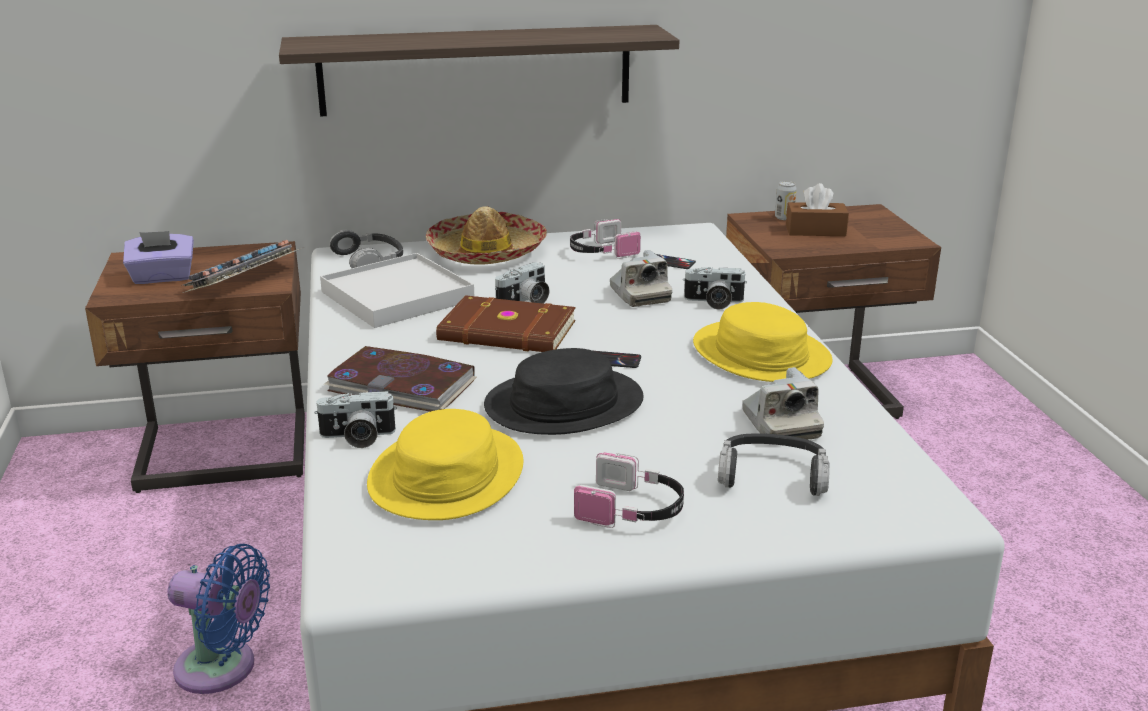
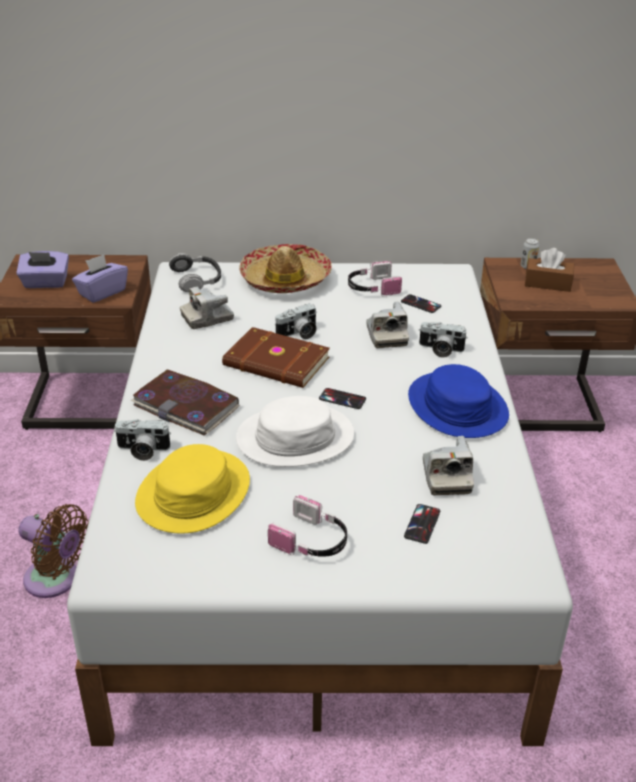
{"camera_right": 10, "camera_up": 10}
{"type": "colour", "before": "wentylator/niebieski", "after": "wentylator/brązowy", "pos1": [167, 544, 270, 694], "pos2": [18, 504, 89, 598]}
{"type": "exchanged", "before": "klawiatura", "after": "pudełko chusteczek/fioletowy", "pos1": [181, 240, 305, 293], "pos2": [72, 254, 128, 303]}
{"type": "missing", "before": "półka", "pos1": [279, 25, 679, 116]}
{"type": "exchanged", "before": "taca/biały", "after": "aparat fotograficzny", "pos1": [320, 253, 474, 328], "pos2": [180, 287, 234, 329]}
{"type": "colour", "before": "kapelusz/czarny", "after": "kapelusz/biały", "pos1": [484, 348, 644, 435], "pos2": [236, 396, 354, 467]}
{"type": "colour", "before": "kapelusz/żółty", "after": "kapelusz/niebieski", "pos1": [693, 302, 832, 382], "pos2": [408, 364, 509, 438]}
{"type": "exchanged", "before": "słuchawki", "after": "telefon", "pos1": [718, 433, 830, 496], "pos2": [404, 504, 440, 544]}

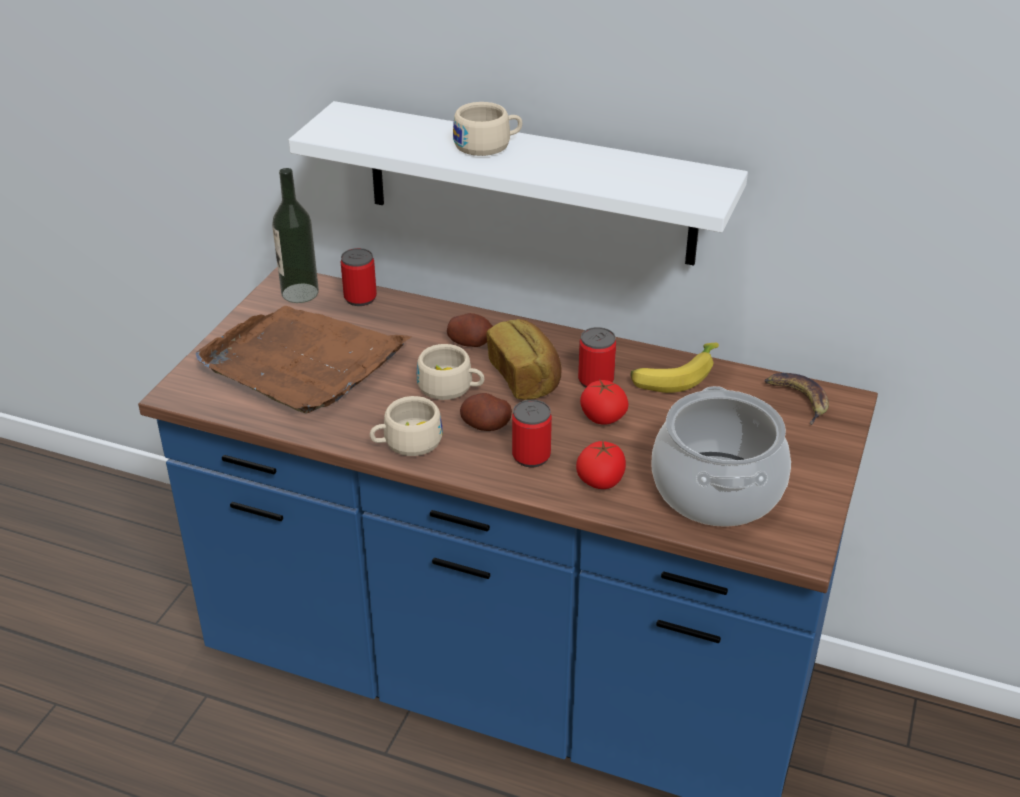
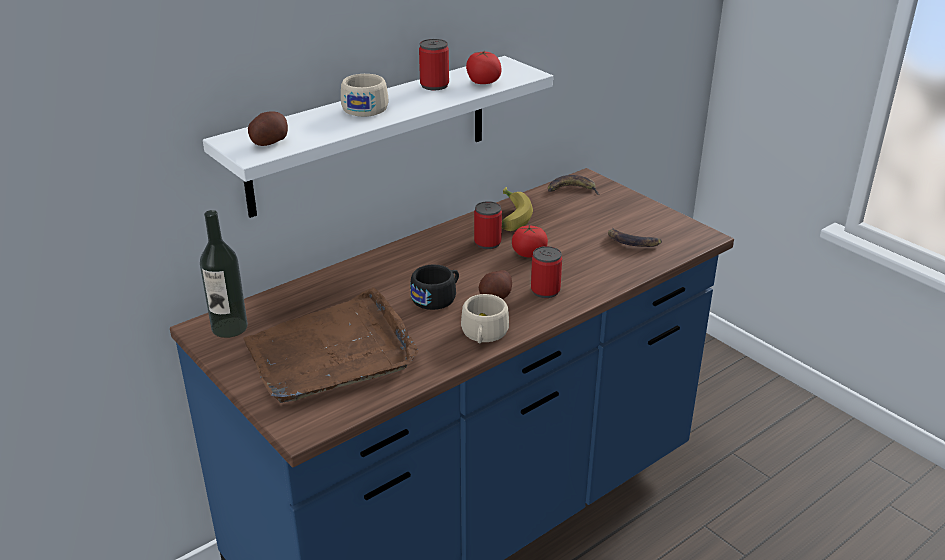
{"camera_right": -60, "camera_up": -5}
{"type": "relocated", "before": "puszka", "pos1": [341, 248, 377, 306], "pos2": [419, 39, 449, 90]}
{"type": "colour", "before": "filiżanka/beżowy", "after": "filiżanka/czarny", "pos1": [417, 344, 484, 400], "pos2": [410, 264, 459, 310]}
{"type": "relocated", "before": "ziemniak", "pos1": [447, 313, 493, 347], "pos2": [248, 111, 288, 146]}
{"type": "missing", "before": "chleb", "pos1": [486, 319, 562, 400]}
{"type": "relocated", "before": "pomidor", "pos1": [576, 440, 626, 489], "pos2": [466, 51, 502, 84]}
{"type": "exchanged", "before": "garnek", "after": "banan", "pos1": [652, 386, 791, 527], "pos2": [608, 228, 662, 247]}

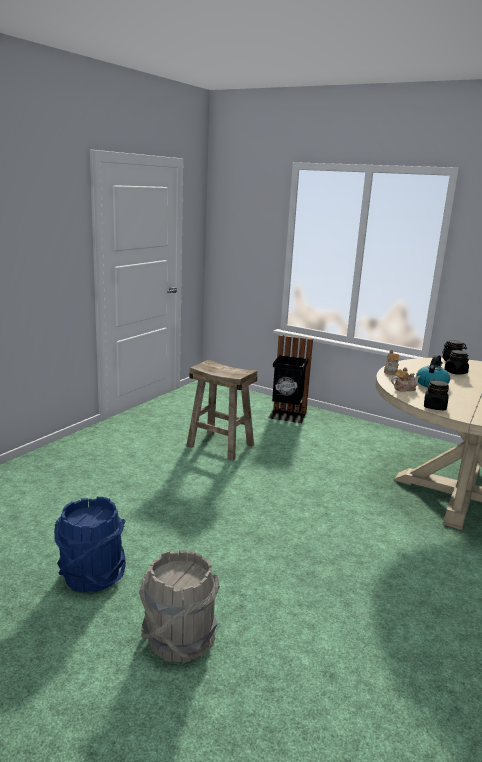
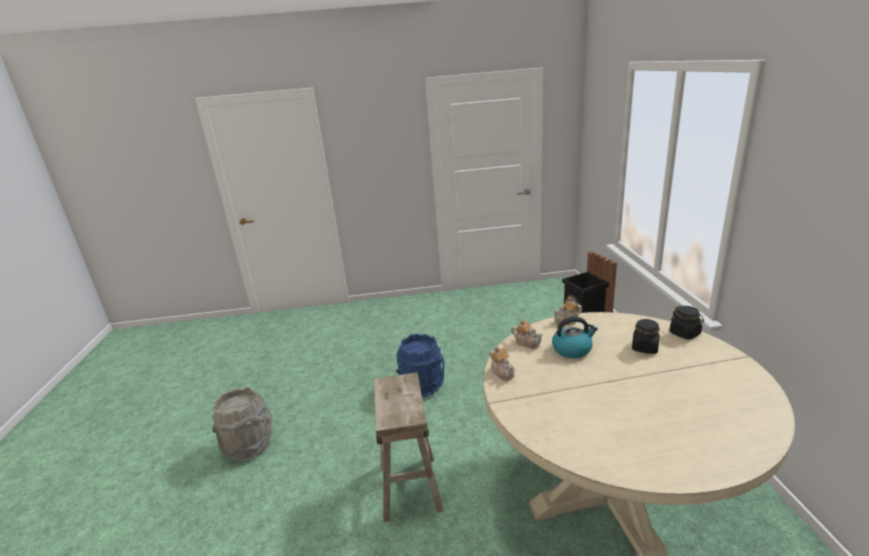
{"camera_right": 55, "camera_up": 5}
{"type": "relocated", "before": "wiadro/niebieski", "pos1": [54, 497, 126, 593], "pos2": [396, 333, 445, 397]}
{"type": "relocated", "before": "stołek/beżowy", "pos1": [186, 360, 257, 461], "pos2": [374, 372, 444, 522]}
{"type": "exchanged", "before": "słoik/czarny", "after": "imbryk", "pos1": [424, 380, 449, 410], "pos2": [490, 346, 515, 381]}

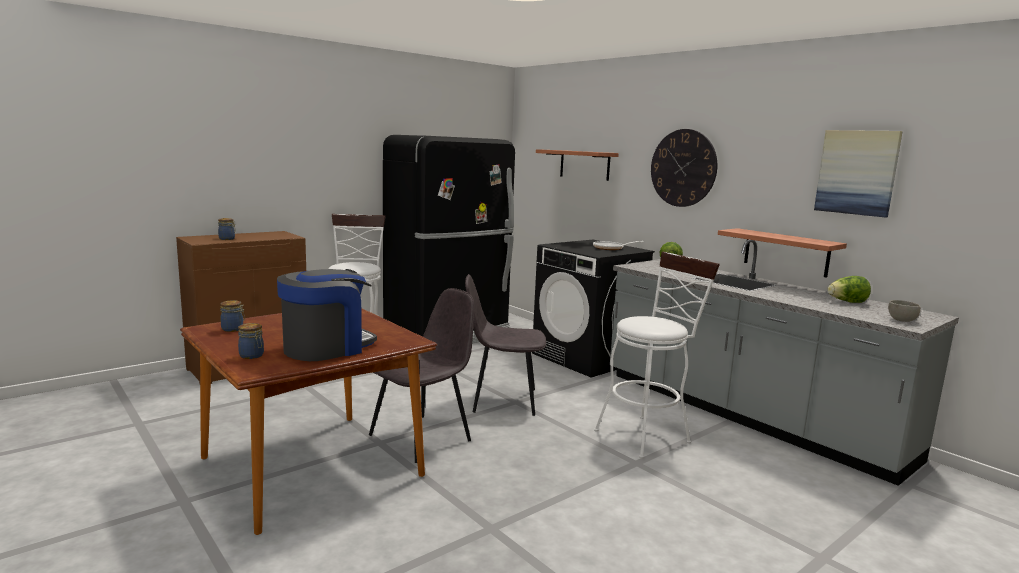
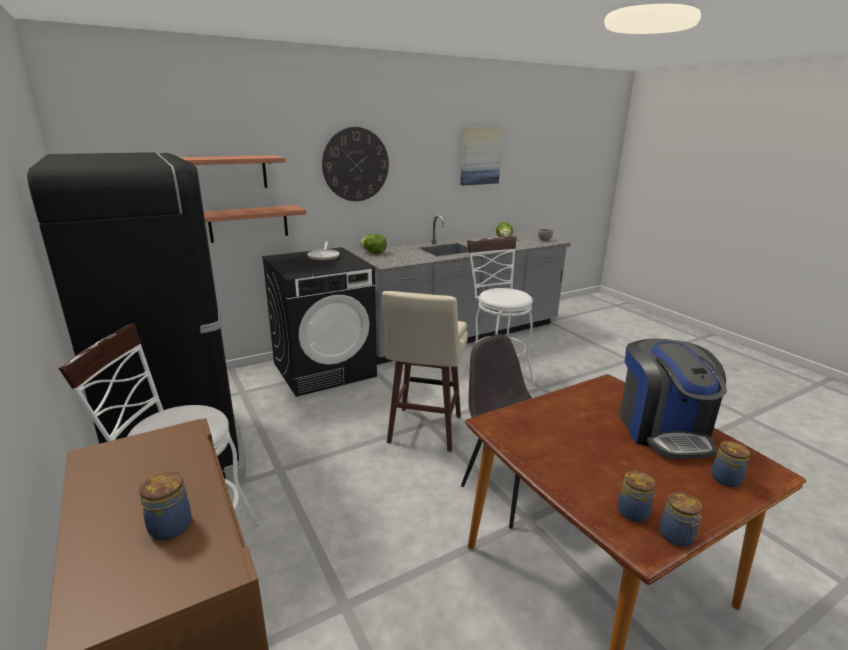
{"camera_right": -80, "camera_up": 10}
{"type": "spun", "before": "ekspres do kawy", "pos1": [277, 269, 377, 361], "pos2": [620, 339, 727, 459], "turn": -150}
{"type": "exchanged", "before": "krzesło/szary", "after": "stołek/beżowy", "pos1": [465, 274, 546, 416], "pos2": [382, 291, 468, 452]}
{"type": "relocated", "before": "półka", "pos1": [718, 228, 847, 278], "pos2": [203, 205, 306, 243]}
{"type": "appeared", "after": "słoik", "pos2": [659, 492, 702, 547]}

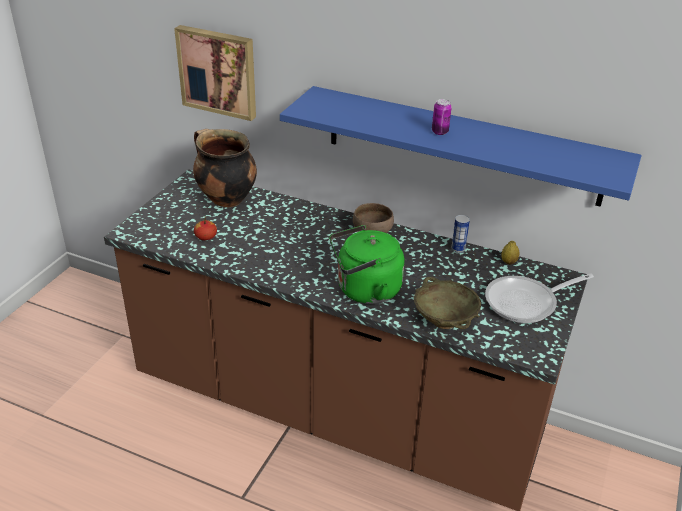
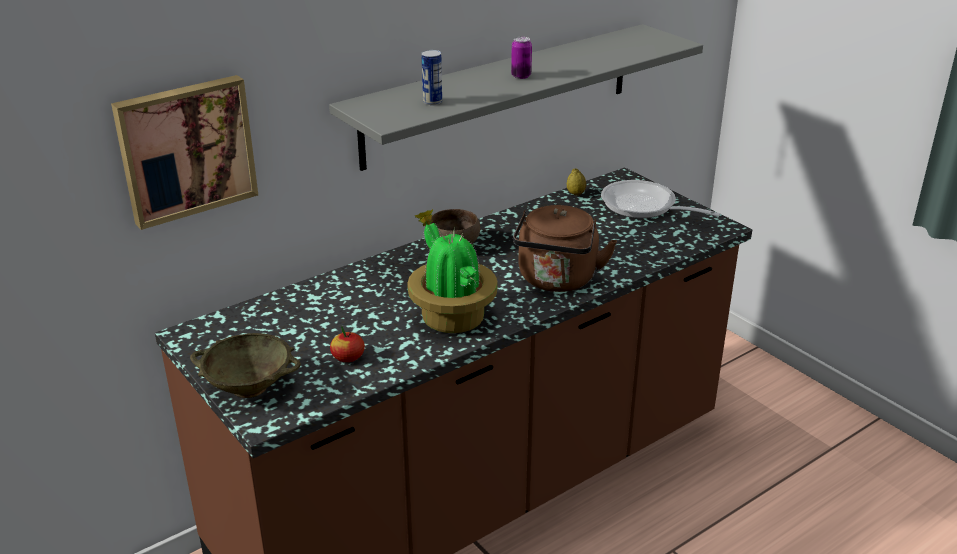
{"camera_right": -60, "camera_up": -5}
{"type": "missing", "before": "garnek", "pos1": [193, 129, 257, 207]}
{"type": "colour", "before": "półka/niebieski", "after": "półka/szary", "pos1": [280, 86, 642, 207], "pos2": [329, 24, 703, 171]}
{"type": "colour", "before": "czajnik/zielony", "after": "czajnik/brązowy", "pos1": [330, 225, 404, 304], "pos2": [513, 205, 617, 292]}
{"type": "relocated", "before": "miska/beżowy", "pos1": [414, 277, 481, 329], "pos2": [190, 333, 301, 398]}
{"type": "relocated", "before": "puszka", "pos1": [451, 215, 470, 253], "pos2": [421, 50, 442, 105]}
{"type": "spun", "before": "patelnia", "pos1": [485, 273, 594, 323], "pos2": [601, 180, 721, 218], "turn": 120}
{"type": "appeared", "after": "roślina doniczkowa", "pos2": [408, 209, 498, 333]}

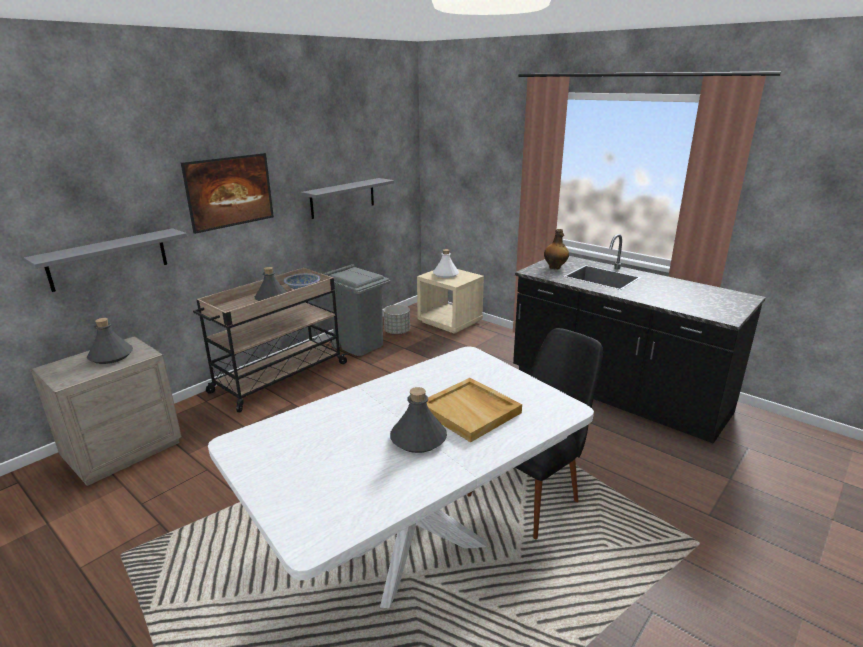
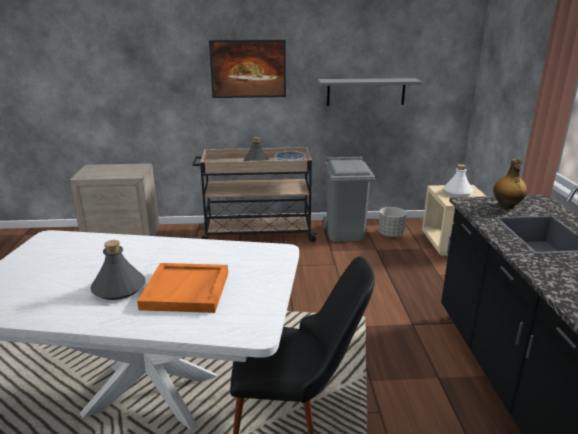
{"camera_right": 45, "camera_up": 0}
{"type": "missing", "before": "półka/szary", "pos1": [23, 228, 187, 292]}
{"type": "missing", "before": "butelka/szary", "pos1": [87, 318, 133, 364]}
{"type": "colour", "before": "taca/beżowy", "after": "taca/pomarańczowy", "pos1": [426, 378, 522, 442], "pos2": [137, 263, 228, 313]}

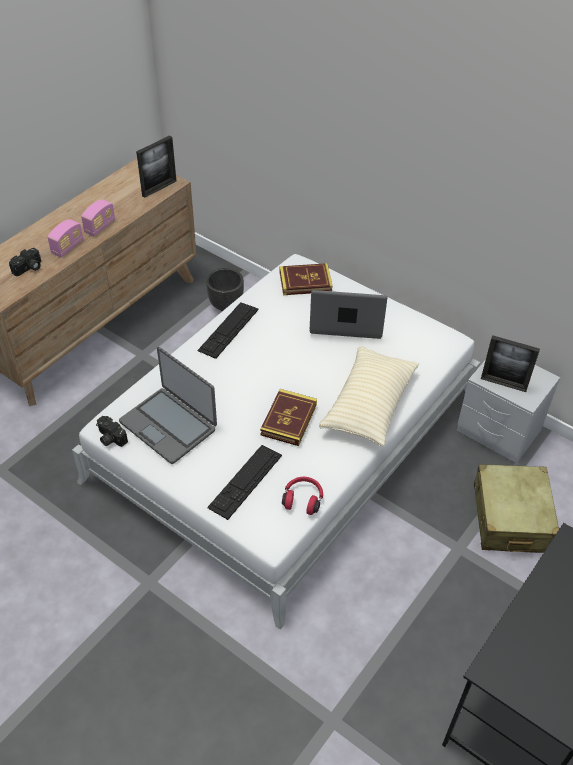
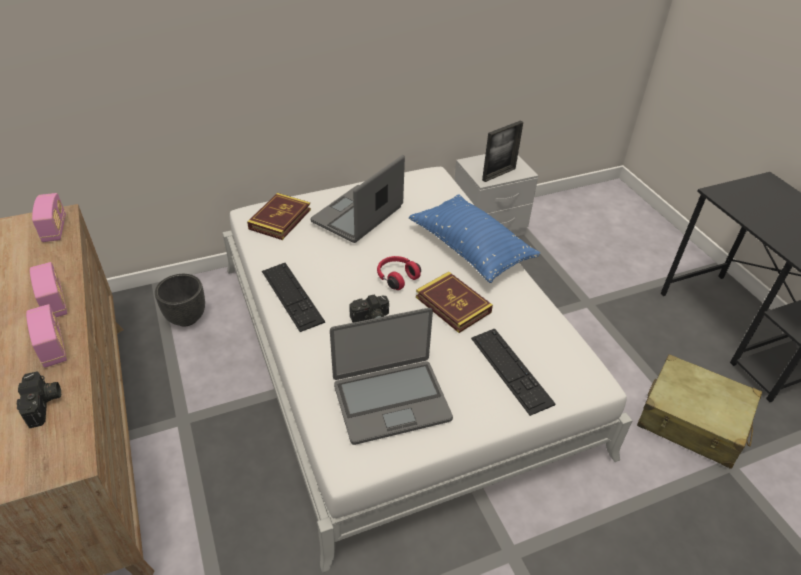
{"camera_right": -60, "camera_up": -5}
{"type": "relocated", "before": "aparat fotograficzny", "pos1": [96, 416, 128, 447], "pos2": [349, 295, 389, 322]}
{"type": "exchanged", "before": "ramka na zdjęcie", "after": "radio", "pos1": [136, 135, 176, 198], "pos2": [32, 193, 66, 242]}
{"type": "relocated", "before": "słuchawki/czerwony", "pos1": [282, 477, 323, 515], "pos2": [377, 256, 421, 290]}
{"type": "colour", "before": "poduszka/beżowy", "after": "poduszka/niebieski", "pos1": [319, 346, 419, 446], "pos2": [409, 194, 541, 283]}
{"type": "relocated", "before": "walizka/beżowy", "pos1": [474, 464, 560, 553], "pos2": [637, 354, 762, 469]}

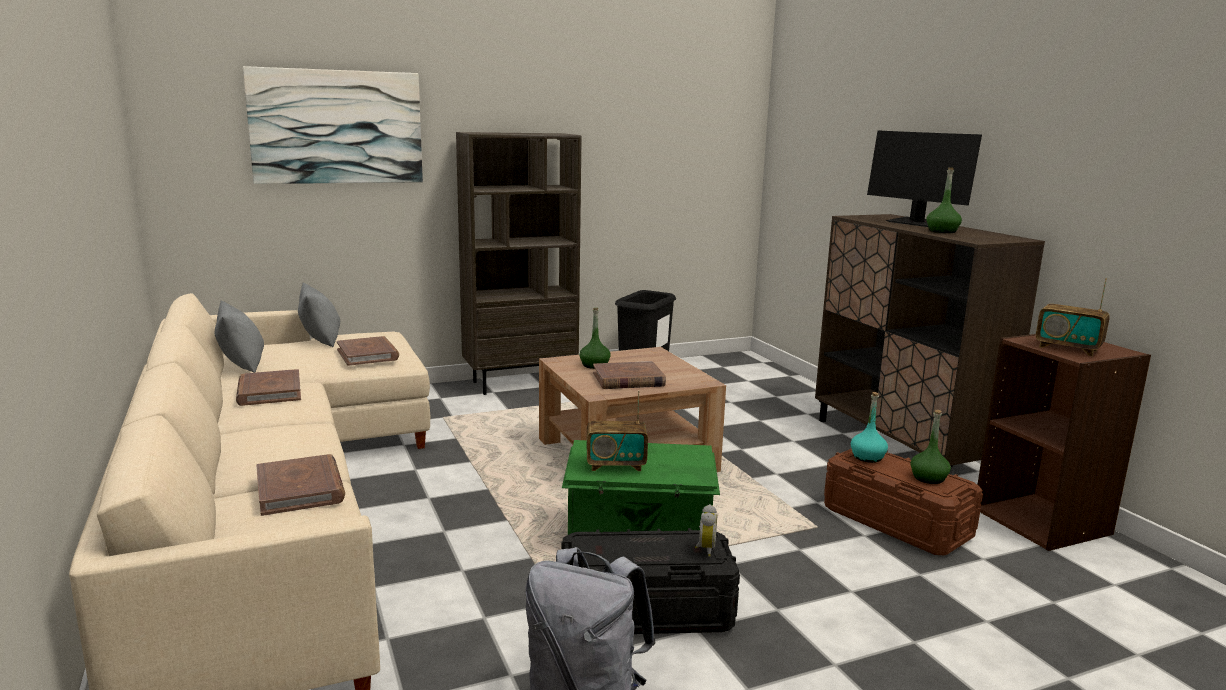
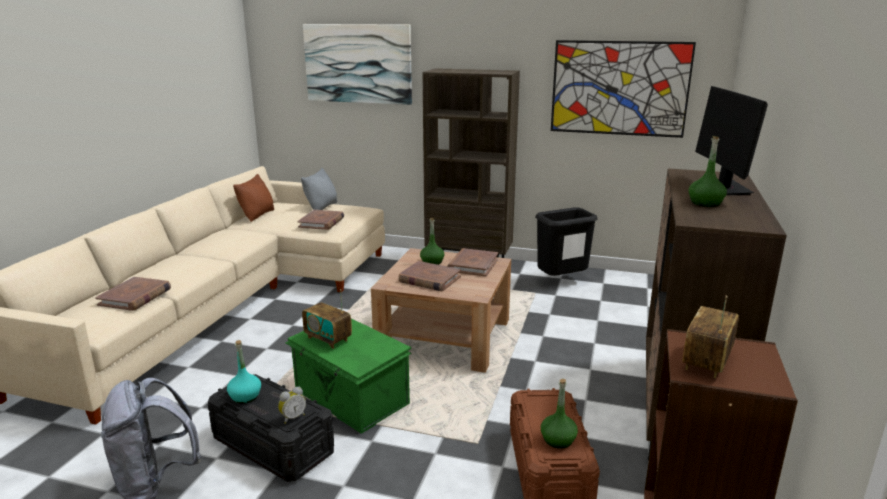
{"camera_right": 40, "camera_up": 5}
{"type": "colour", "before": "poduszka/szary", "after": "poduszka/brązowy", "pos1": [214, 301, 264, 373], "pos2": [233, 174, 274, 222]}
{"type": "relocated", "before": "książka/brązowy", "pos1": [236, 369, 301, 406], "pos2": [447, 248, 498, 276]}
{"type": "relocated", "before": "butelka/turkusowy", "pos1": [851, 392, 888, 463], "pos2": [227, 340, 261, 404]}
{"type": "spun", "before": "radio", "pos1": [1036, 278, 1110, 356], "pos2": [682, 296, 739, 378], "turn": 45}
{"type": "appeared", "after": "obraz", "pos2": [551, 40, 696, 138]}

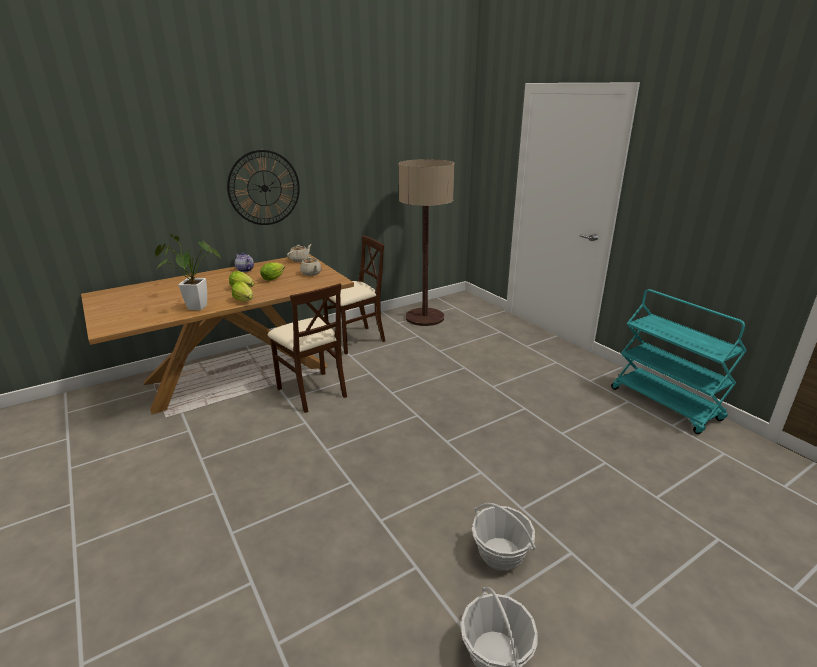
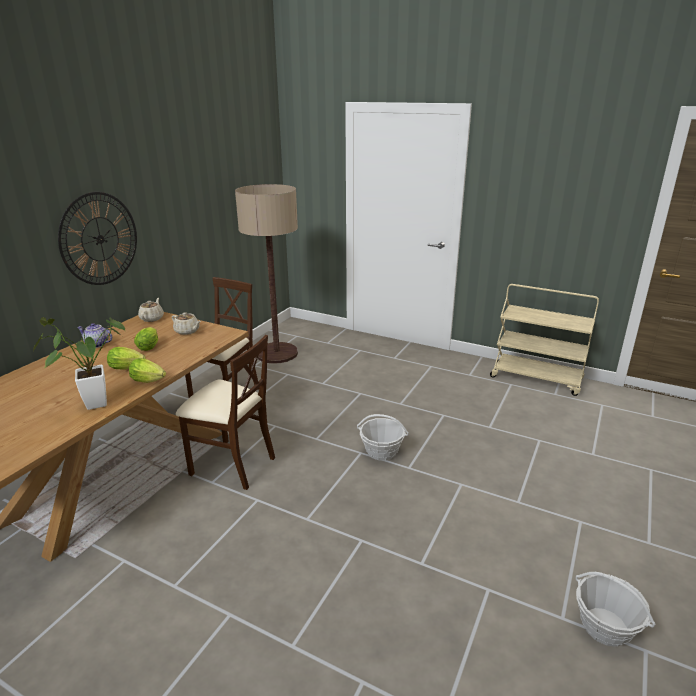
{"camera_right": -30, "camera_up": 0}
{"type": "relocated", "before": "koszyk", "pos1": [472, 503, 536, 571], "pos2": [357, 414, 409, 461]}
{"type": "colour", "before": "wózek/turkusowy", "after": "wózek/beżowy", "pos1": [611, 289, 747, 434], "pos2": [490, 284, 599, 396]}

